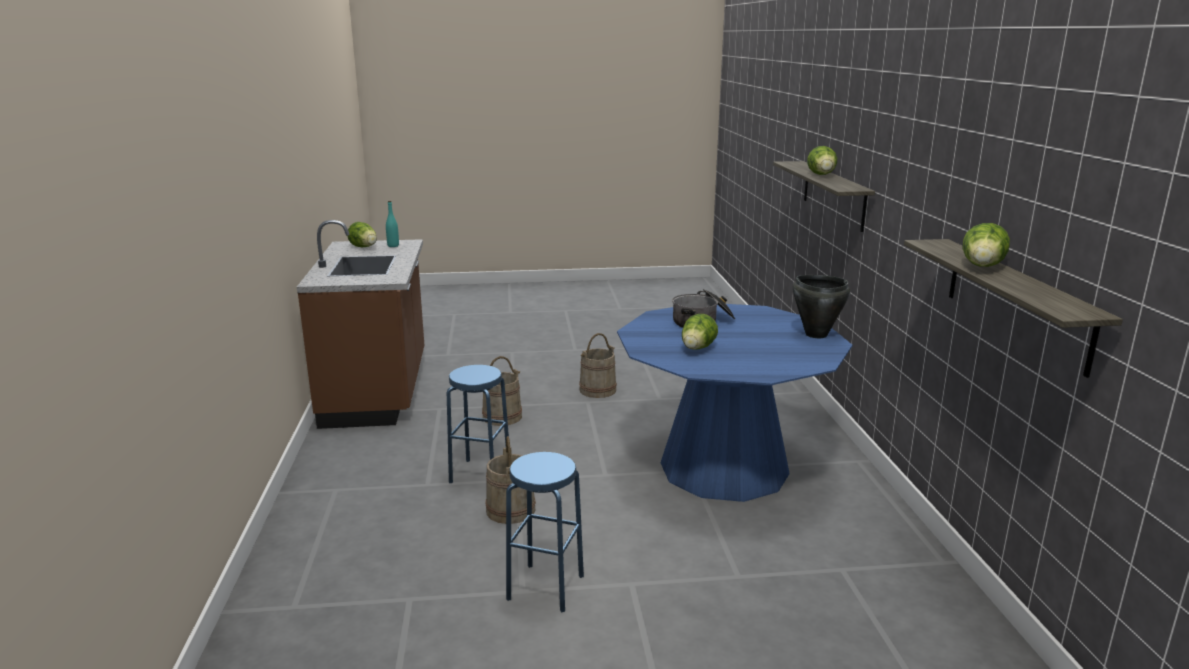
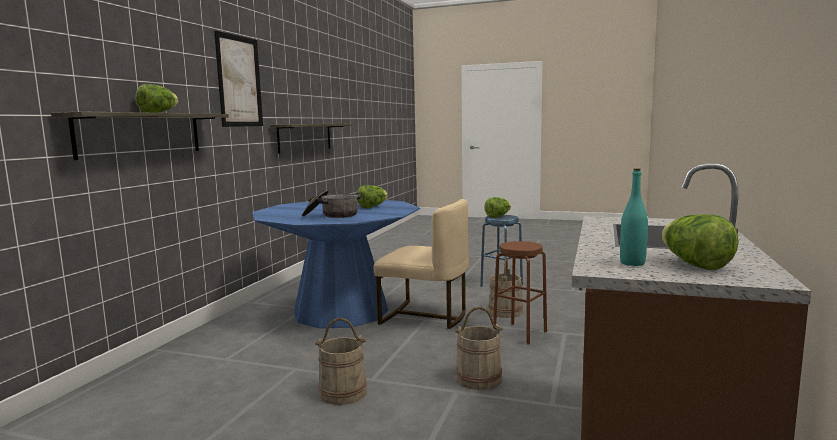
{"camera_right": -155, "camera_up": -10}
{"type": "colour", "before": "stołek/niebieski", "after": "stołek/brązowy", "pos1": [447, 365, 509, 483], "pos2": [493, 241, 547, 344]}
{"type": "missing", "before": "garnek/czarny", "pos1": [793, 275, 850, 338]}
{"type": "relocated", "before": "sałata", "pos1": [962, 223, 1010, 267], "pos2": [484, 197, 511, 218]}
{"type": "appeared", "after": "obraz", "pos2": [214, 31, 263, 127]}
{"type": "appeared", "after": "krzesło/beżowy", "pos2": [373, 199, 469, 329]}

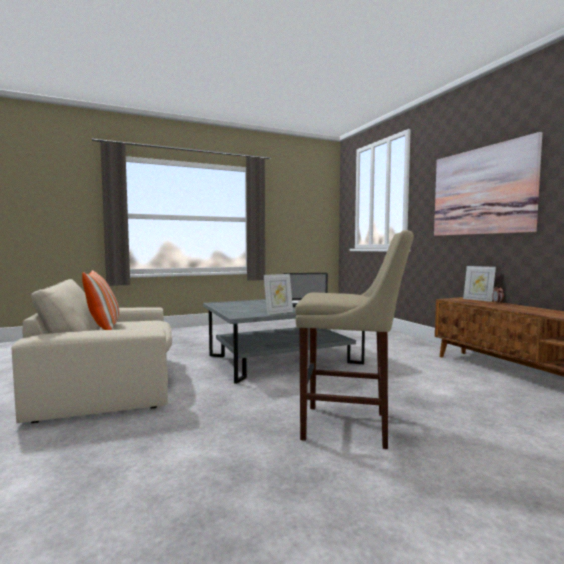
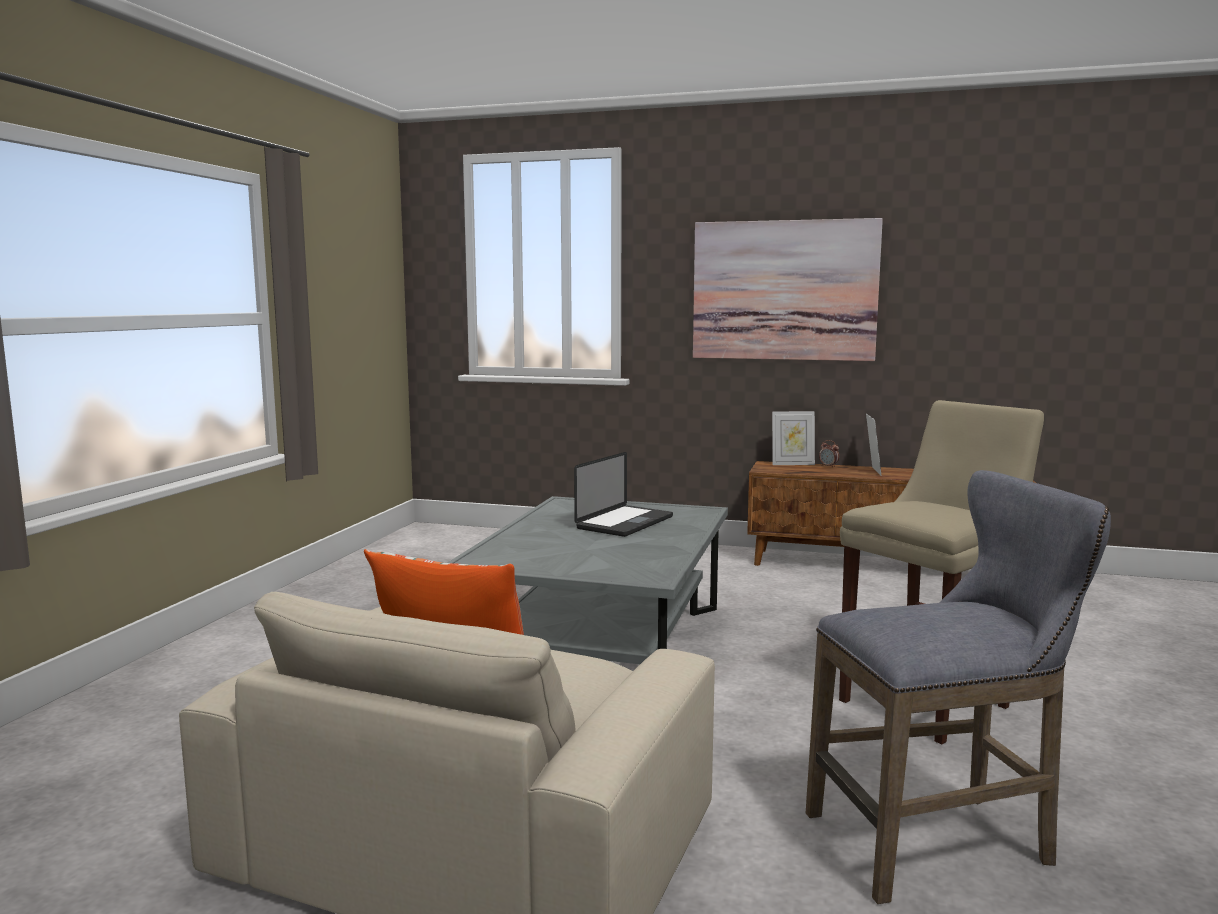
{"camera_right": -50, "camera_up": 5}
{"type": "relocated", "before": "ramka na zdjęcie", "pos1": [264, 274, 293, 315], "pos2": [866, 414, 881, 475]}
{"type": "appeared", "after": "stołek/szary", "pos2": [806, 470, 1111, 904]}

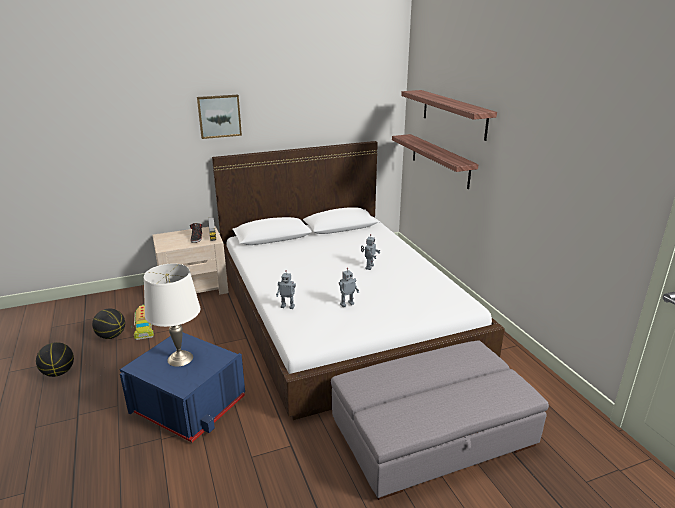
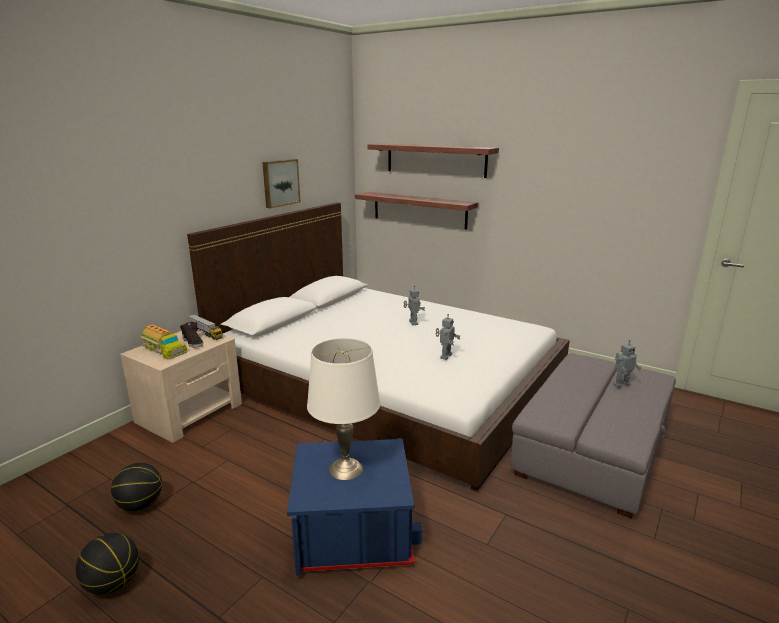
{"camera_right": -35, "camera_up": -5}
{"type": "relocated", "before": "ciężarówka zabawkowa", "pos1": [131, 305, 154, 340], "pos2": [140, 324, 187, 360]}
{"type": "relocated", "before": "obraz", "pos1": [197, 95, 242, 139], "pos2": [262, 159, 300, 208]}
{"type": "relocated", "before": "robot zabawkowy", "pos1": [276, 270, 296, 309], "pos2": [613, 340, 642, 388]}

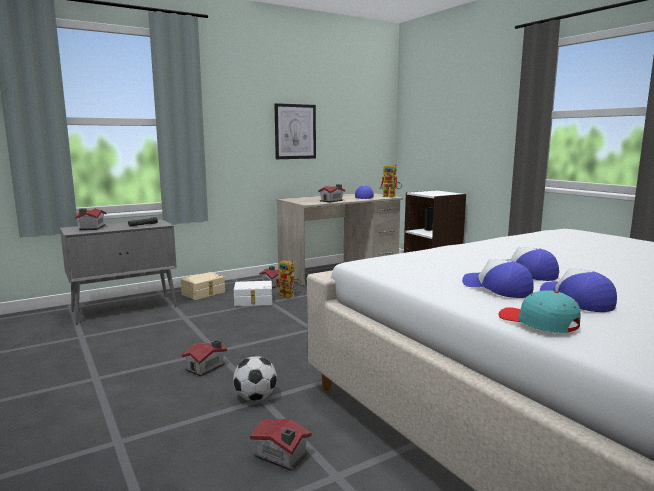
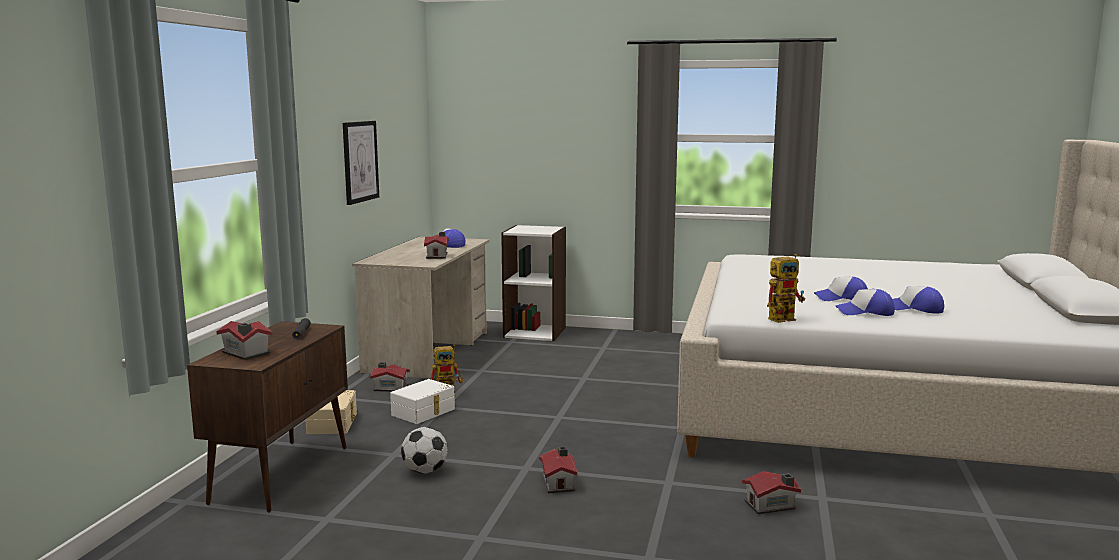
{"camera_right": -45, "camera_up": 0}
{"type": "colour", "before": "szafka/szary", "after": "szafka/brązowy", "pos1": [60, 219, 177, 324], "pos2": [187, 321, 348, 513]}
{"type": "relocated", "before": "piłka futbolowa", "pos1": [233, 356, 277, 401], "pos2": [401, 427, 448, 474]}
{"type": "relocated", "before": "robot zabawkowy", "pos1": [380, 164, 402, 197], "pos2": [767, 254, 805, 323]}
{"type": "missing", "before": "czapka z daszkiem/turkusowy", "pos1": [498, 290, 580, 333]}

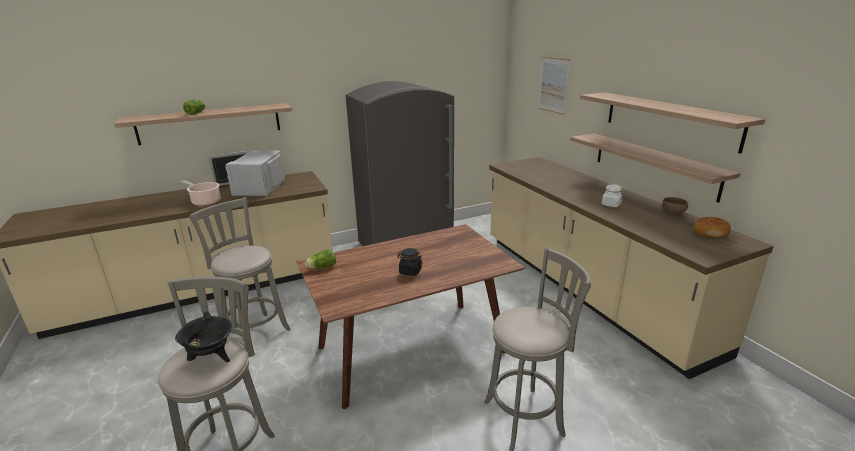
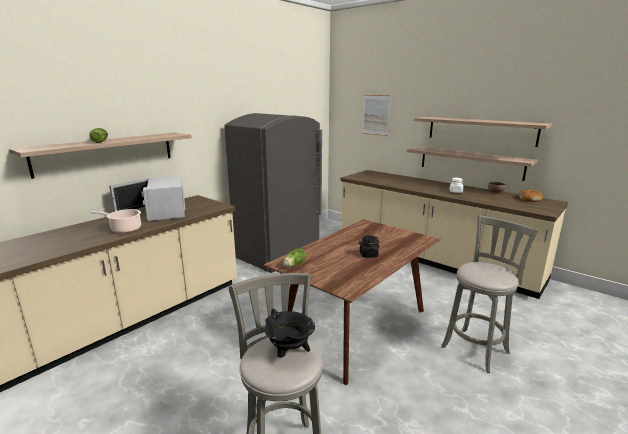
{"camera_right": -25, "camera_up": -5}
{"type": "missing", "before": "stołek/szary", "pos1": [189, 198, 291, 340]}

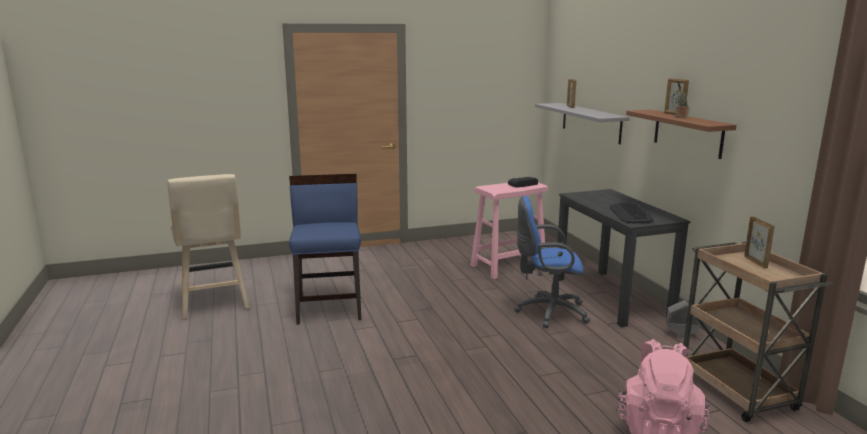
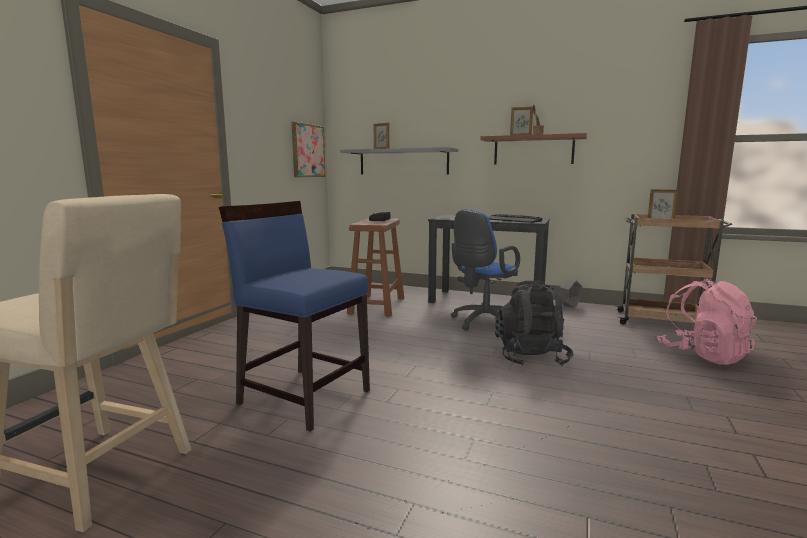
{"camera_right": -50, "camera_up": -5}
{"type": "colour", "before": "stołek/różowy", "after": "stołek/brązowy", "pos1": [471, 183, 548, 279], "pos2": [347, 218, 404, 317]}
{"type": "appeared", "after": "obraz", "pos2": [292, 122, 326, 177]}
{"type": "appeared", "after": "plecak/czarny", "pos2": [495, 281, 573, 366]}

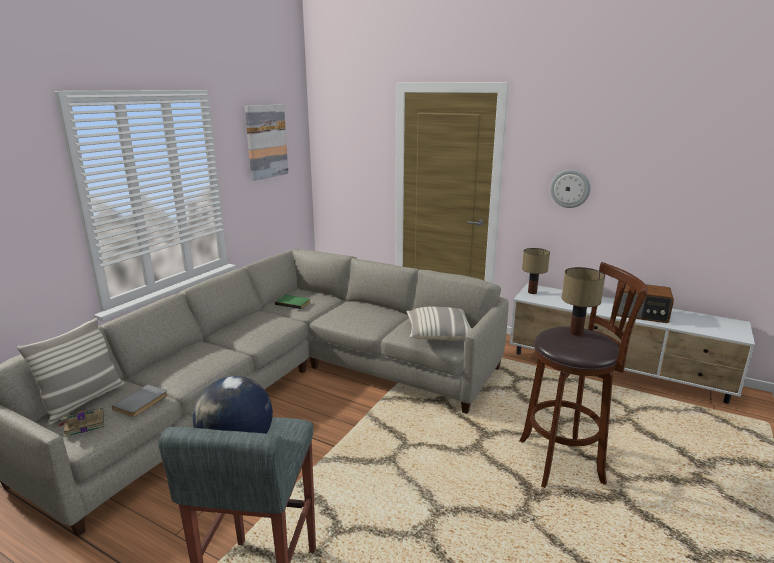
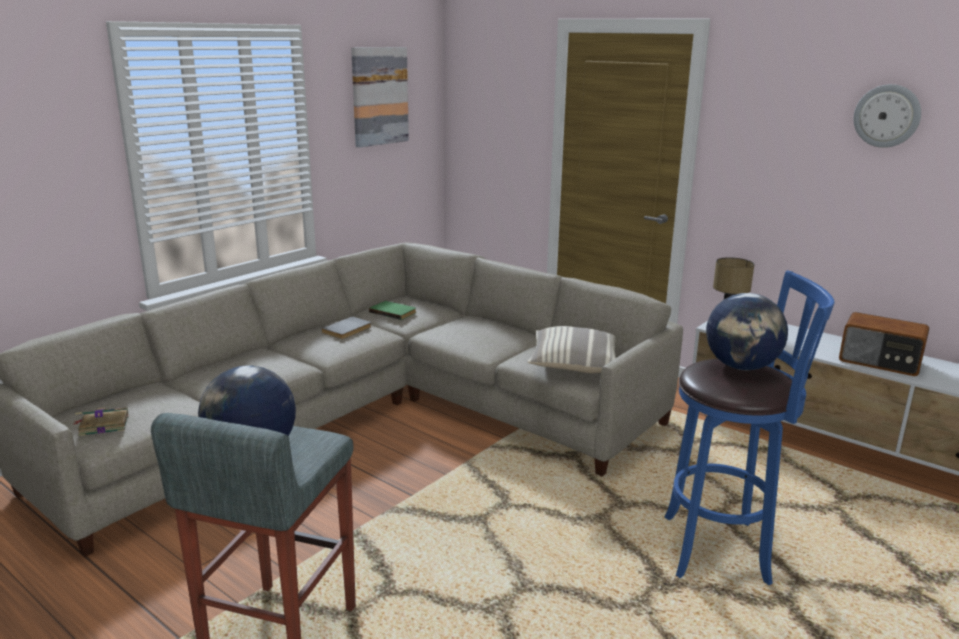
{"camera_right": 10, "camera_up": 0}
{"type": "missing", "before": "poduszka", "pos1": [17, 318, 125, 425]}
{"type": "relocated", "before": "książka/szary", "pos1": [112, 384, 168, 417], "pos2": [322, 316, 371, 339]}
{"type": "colour", "before": "stołek/brązowy", "after": "stołek/niebieski", "pos1": [519, 262, 648, 488], "pos2": [664, 270, 835, 585]}
{"type": "relocated", "before": "zegar ścienny", "pos1": [550, 169, 591, 208], "pos2": [854, 84, 921, 148]}
{"type": "exchanged", "before": "lampa stołowa", "after": "globus", "pos1": [562, 267, 605, 336], "pos2": [706, 293, 788, 370]}

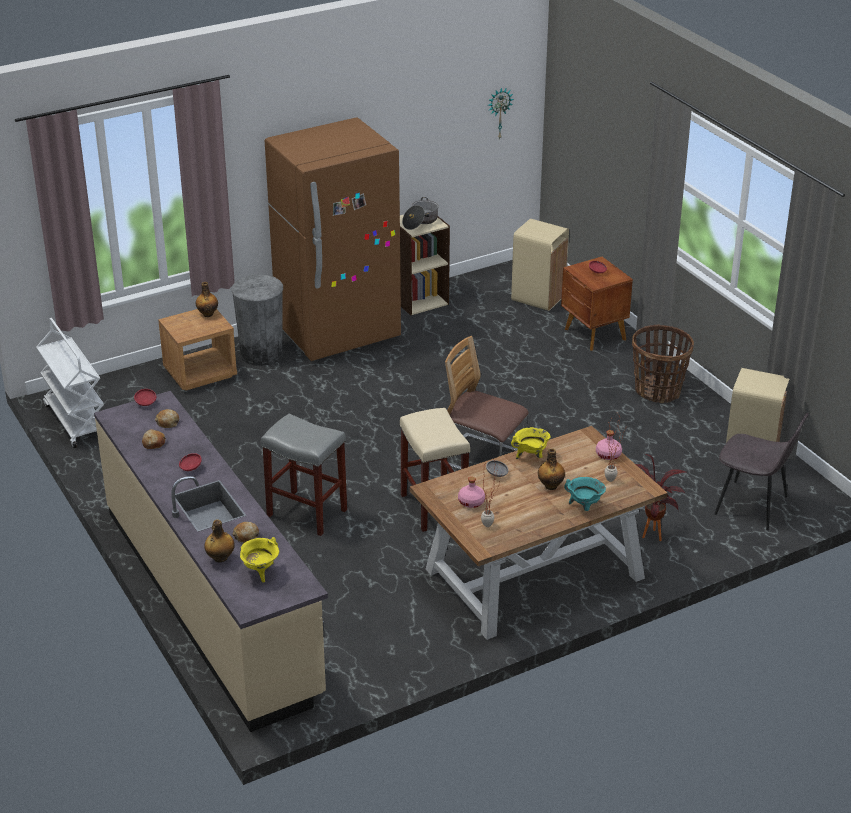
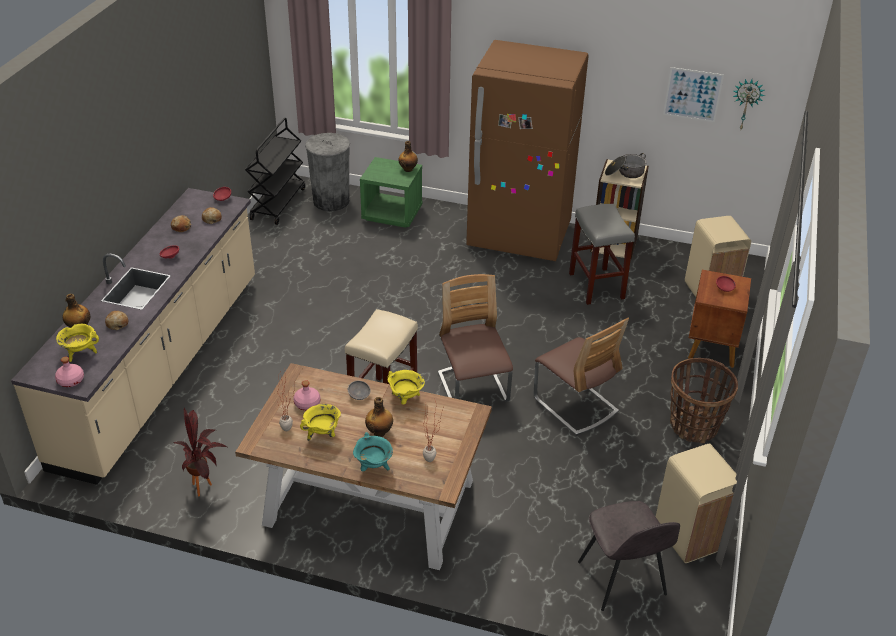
{"camera_right": 45, "camera_up": 5}
{"type": "colour", "before": "wózek/biały", "after": "wózek/czarny", "pos1": [36, 318, 104, 448], "pos2": [245, 118, 305, 225]}
{"type": "colour", "before": "szafka nocna/brązowy", "after": "szafka nocna/zielony", "pos1": [158, 309, 237, 391], "pos2": [360, 157, 422, 228]}
{"type": "relocated", "before": "kosz na śmieci/szary", "pos1": [231, 274, 283, 366], "pos2": [305, 133, 350, 212]}
{"type": "relocated", "before": "stołek/szary", "pos1": [261, 414, 347, 536], "pos2": [569, 204, 635, 305]}
{"type": "relocated", "before": "butelka/różowy", "pos1": [596, 430, 622, 460], "pos2": [55, 357, 84, 387]}
{"type": "relocated", "before": "roślina doniczkowa", "pos1": [636, 454, 686, 541], "pos2": [173, 407, 227, 496]}
{"type": "appeared", "after": "garnek/żółty", "pos2": [300, 404, 341, 441]}
{"type": "appeared", "after": "krzesło", "pos2": [534, 318, 629, 436]}
{"type": "appeared", "after": "obraz", "pos2": [663, 67, 724, 122]}

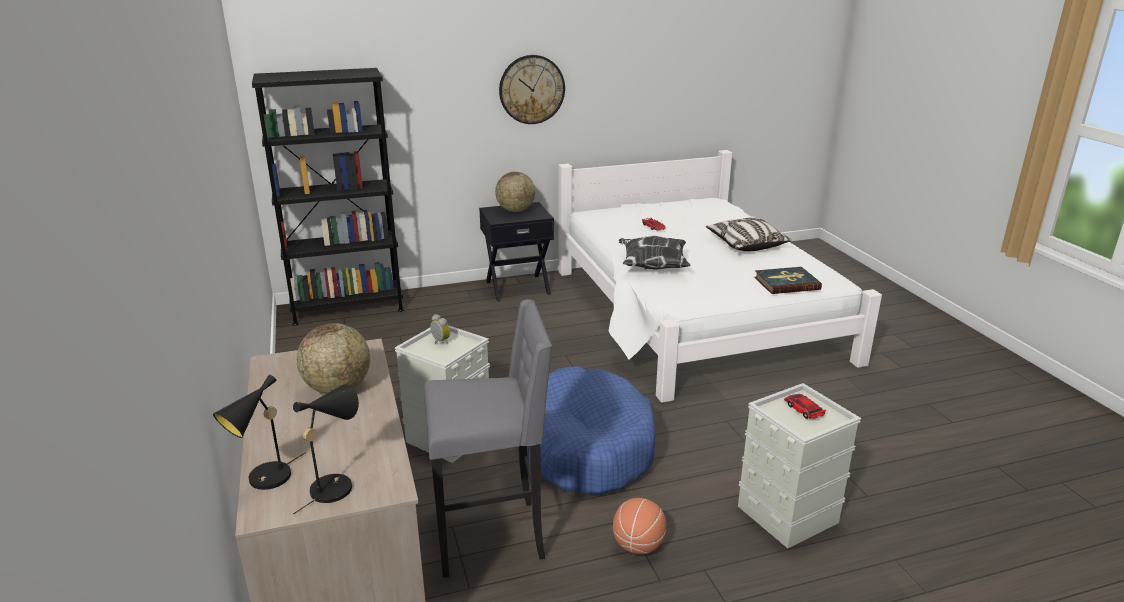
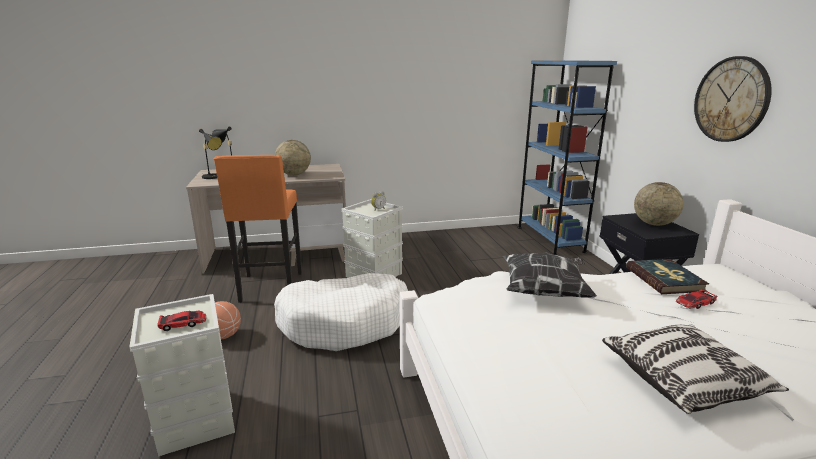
{"camera_right": 95, "camera_up": -5}
{"type": "colour", "before": "regał/czarny", "after": "regał/niebieski", "pos1": [252, 68, 404, 326], "pos2": [518, 60, 617, 255]}
{"type": "colour", "before": "stołek/szary", "after": "stołek/pomarańczowy", "pos1": [424, 299, 552, 578], "pos2": [214, 155, 302, 303]}
{"type": "colour", "before": "legowisko/niebieski", "after": "legowisko/biały", "pos1": [527, 366, 655, 495], "pos2": [274, 273, 408, 351]}
{"type": "relocated", "before": "książka", "pos1": [754, 267, 822, 294], "pos2": [627, 259, 709, 294]}

